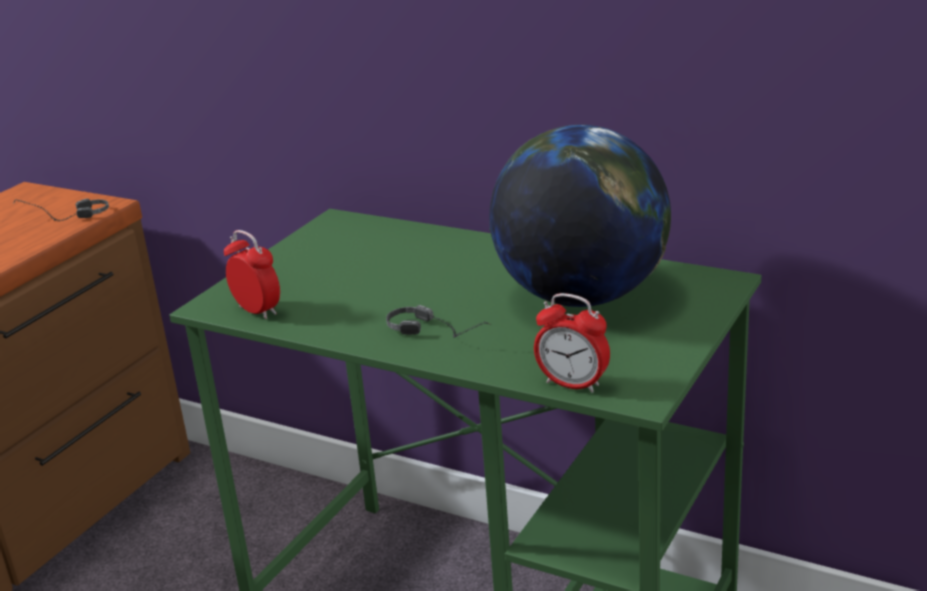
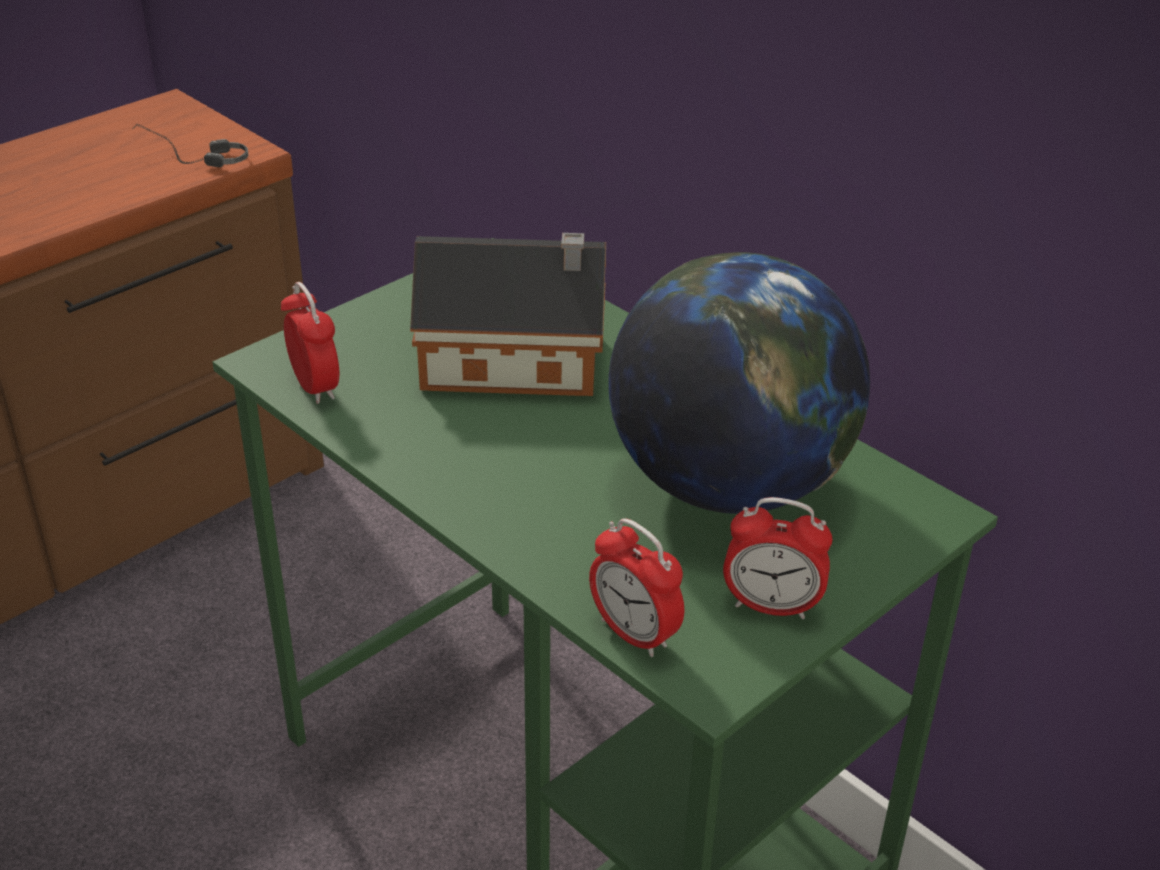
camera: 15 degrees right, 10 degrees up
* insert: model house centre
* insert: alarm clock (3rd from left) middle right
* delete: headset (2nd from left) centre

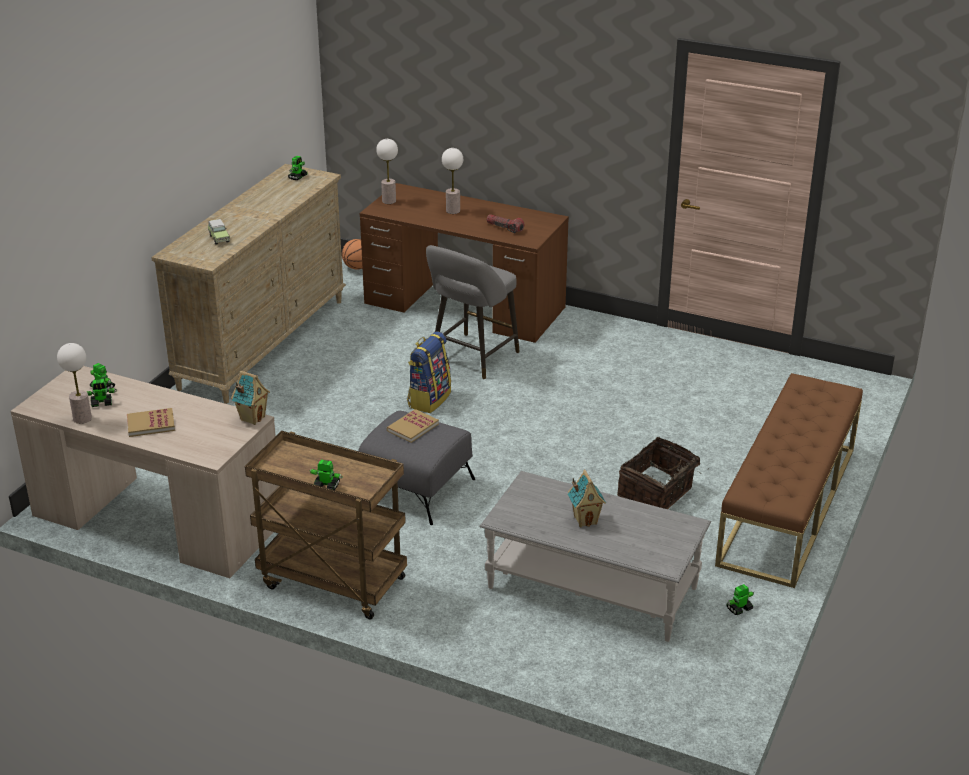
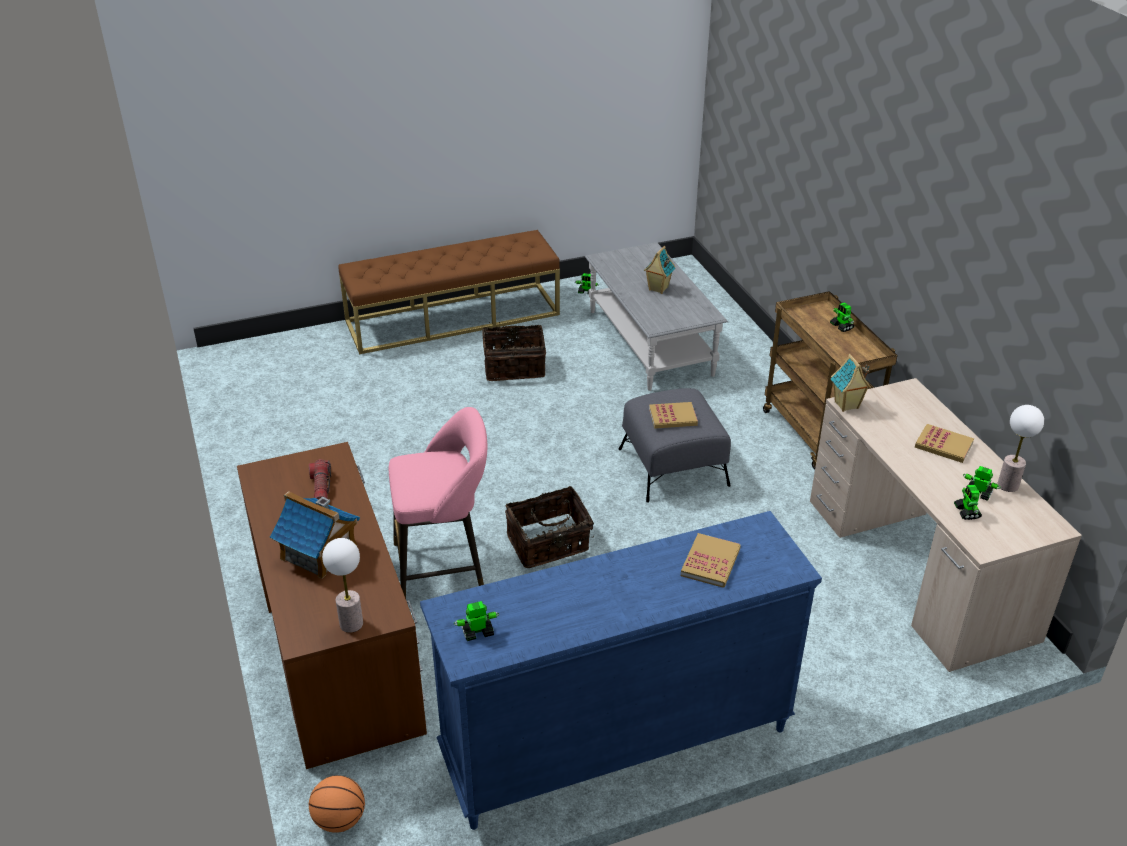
camera: 135 degrees left, 5 degrees up
* replace: lamp for a table (3rd from left) top centre to model house (1st from left) middle left
* recolor: gray stool seat centre to pink-coloured stool seat centre
* recolor: beige-coloured drawer chest middle left to blue drawer chest bottom centre
* replace: rucksack centre to household basket (2nd from left) centre
* replace: model car top left to bound book (2nd from left) centre

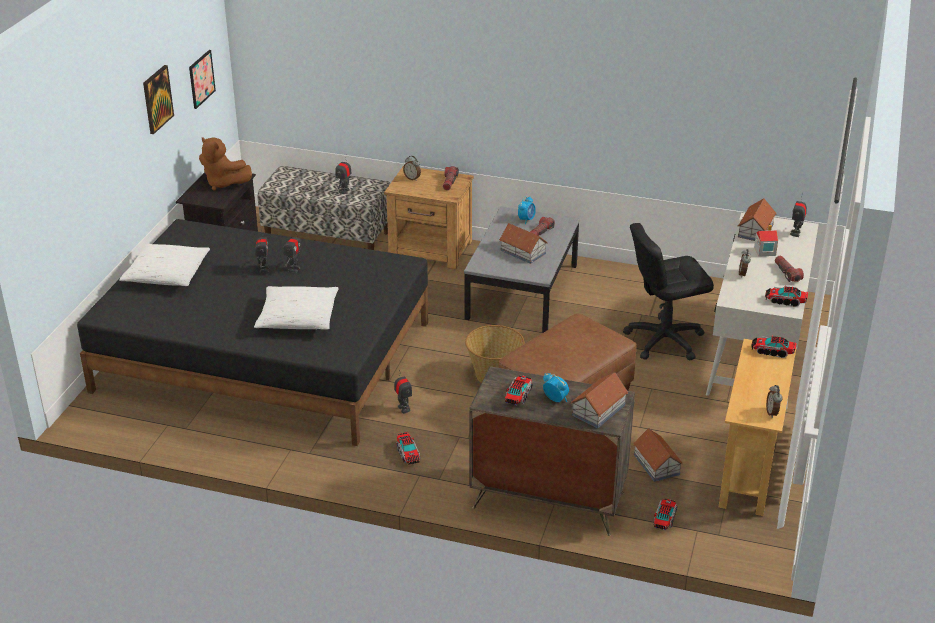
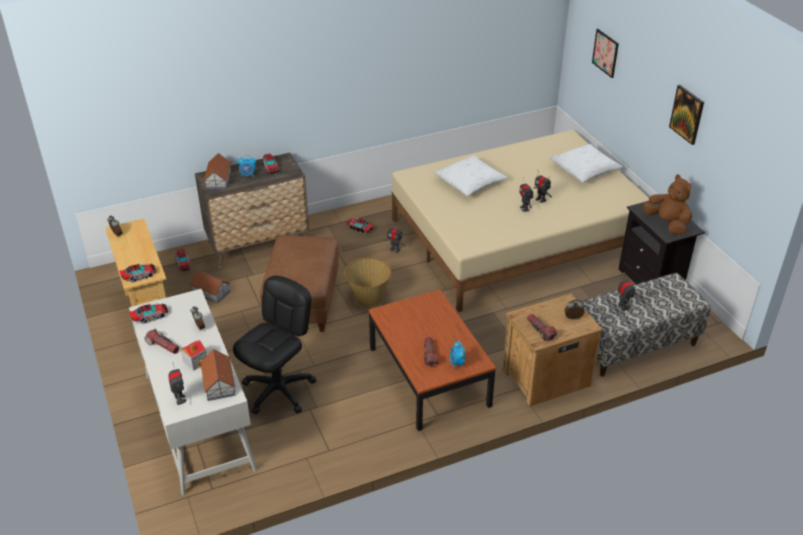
camera: 140 degrees right, 5 degrees up
* recolor: gray low table centre to brown low table bottom centre
* recolor: blackish bed middle left to beige-coloured bed centre
* move: wall picture (2nd from left in the first image) top left to wall picture (1st from left) top right
* rotate: brown cuddly toy top left = middle right 60 degrees clockwise
* delete: model house (1st from left) centre

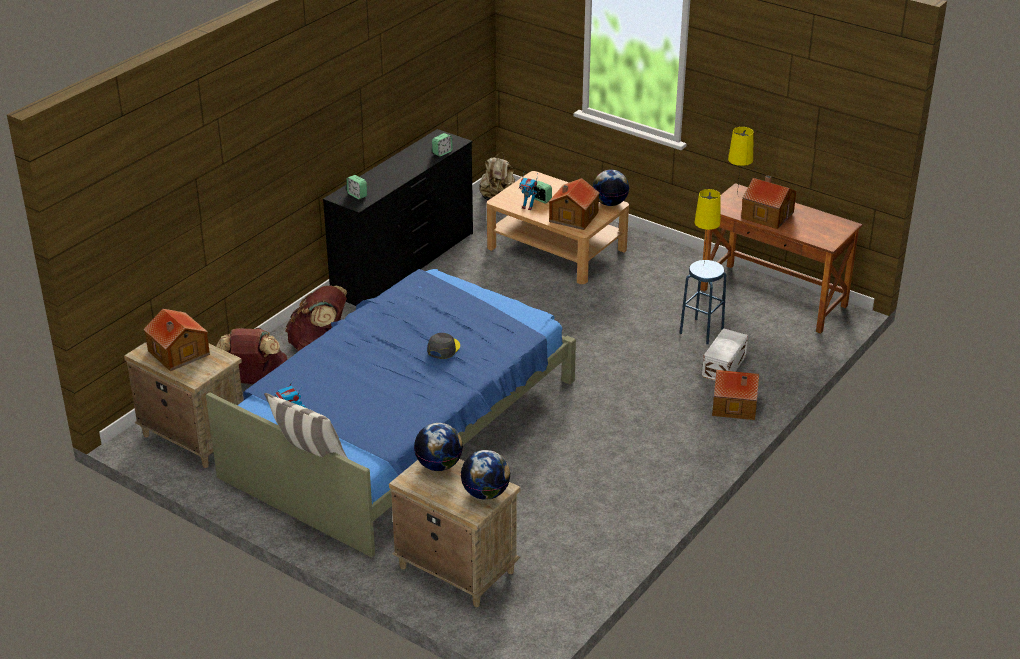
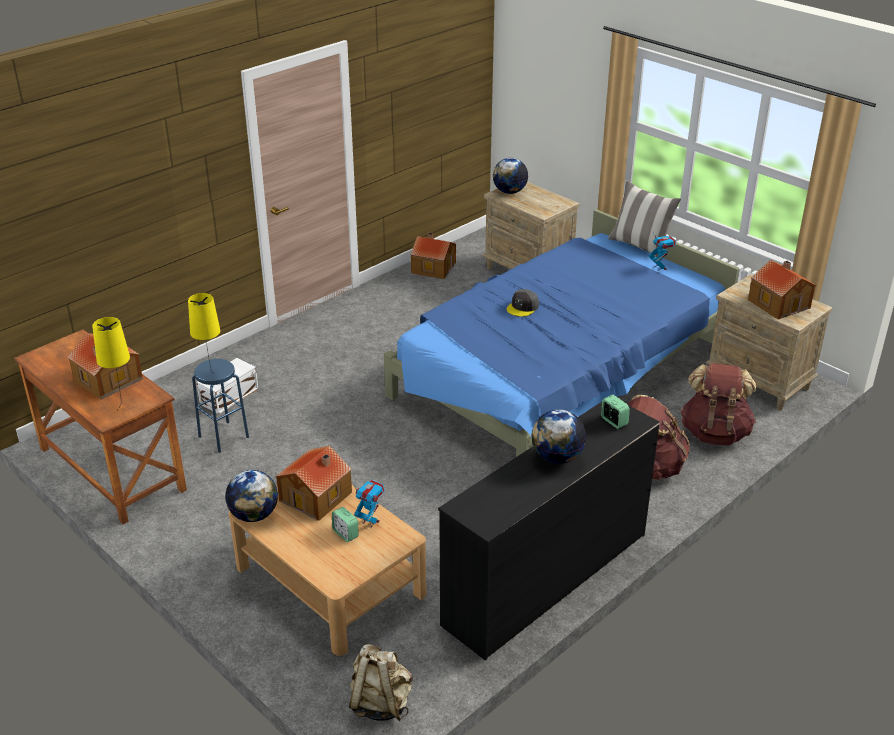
camera: 170 degrees left, 0 degrees up
* move: model house (3rd from left) middle right to centre
* move: desk globe (1st from left in the first image) bottom centre to desk globe (3rd from left) centre
* delete: alarm clock (2nd from left) top centre

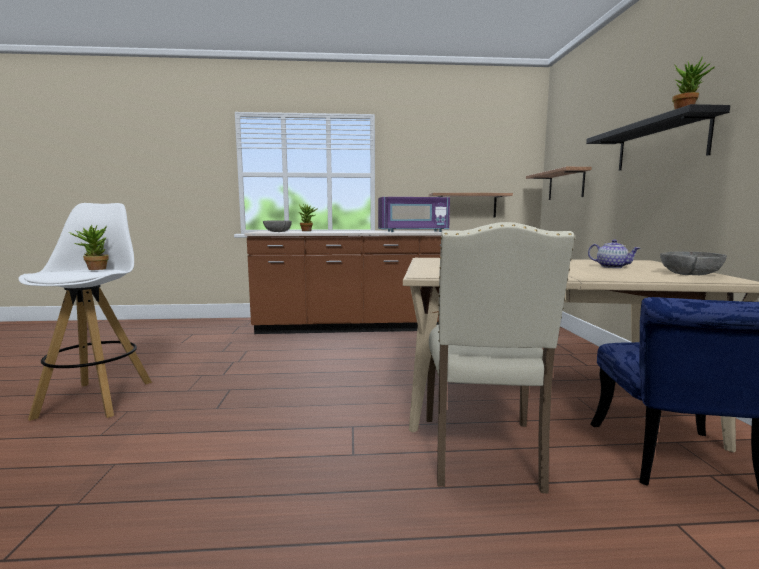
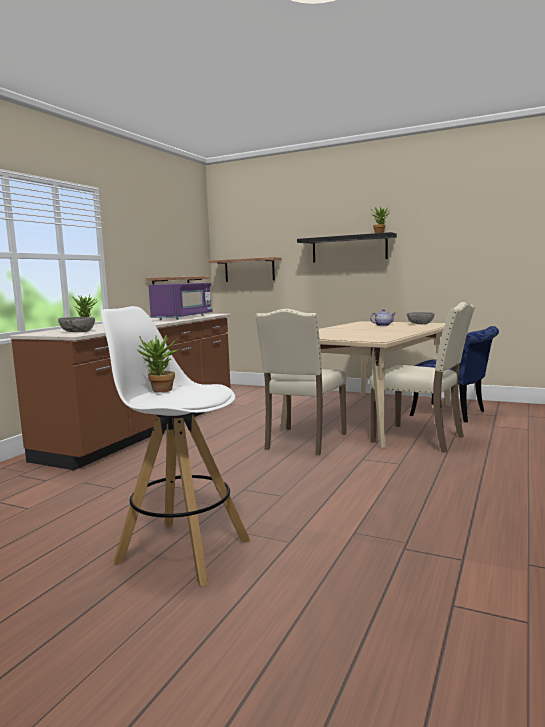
camera: 60 degrees left, 0 degrees up
* insert: beige-coloured chair (1st from left) centre

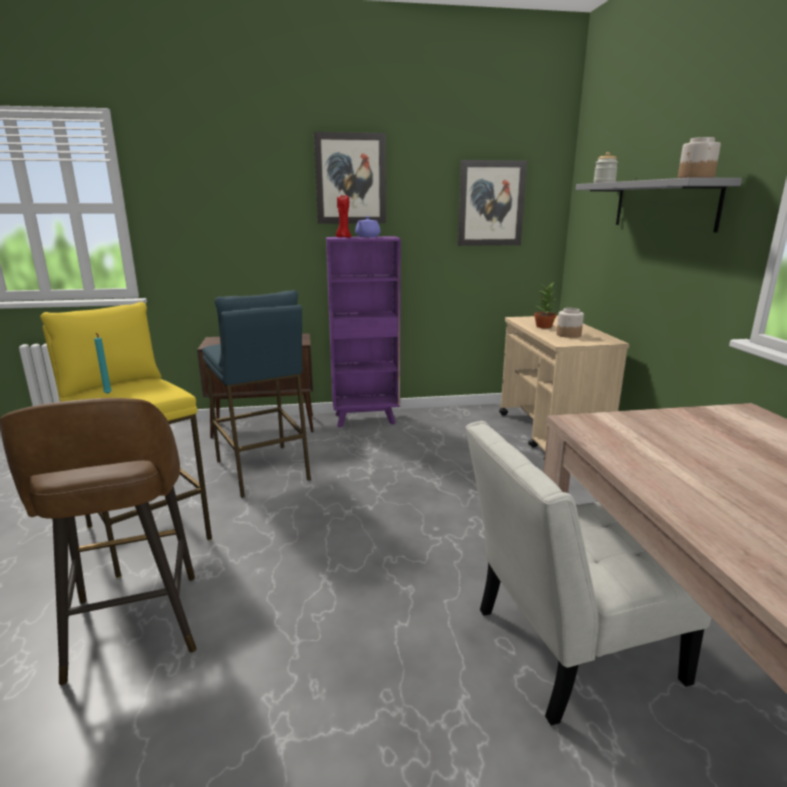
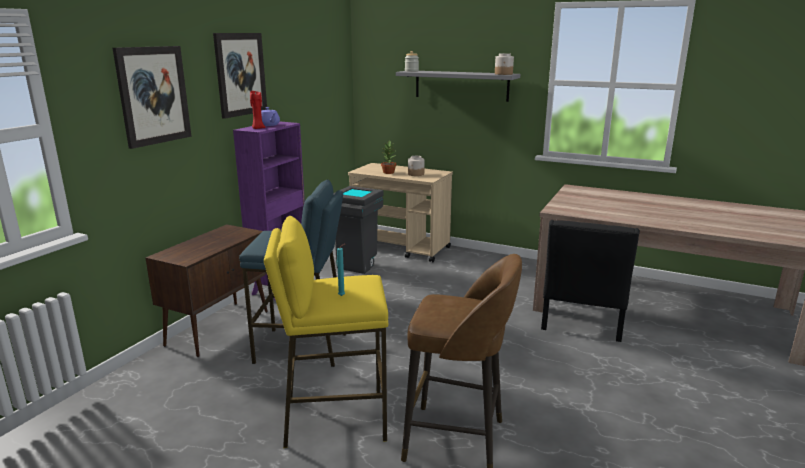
camera: 55 degrees left, 0 degrees up
* move: wall picture (2nd from left in the first image) top centre to wall picture (1st from left) top left
* insert: gray trash can centre
* recolor: white chair bottom right to blackish chair middle right

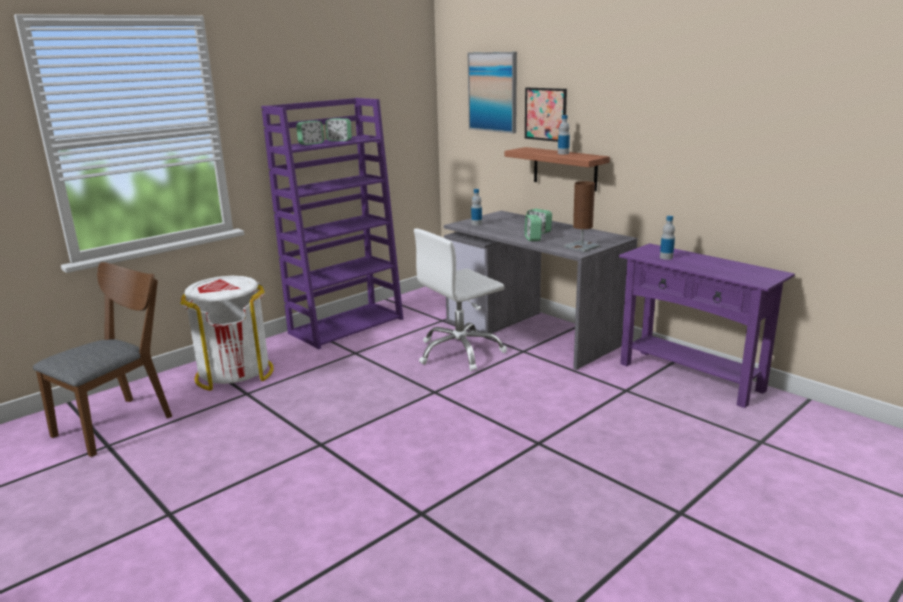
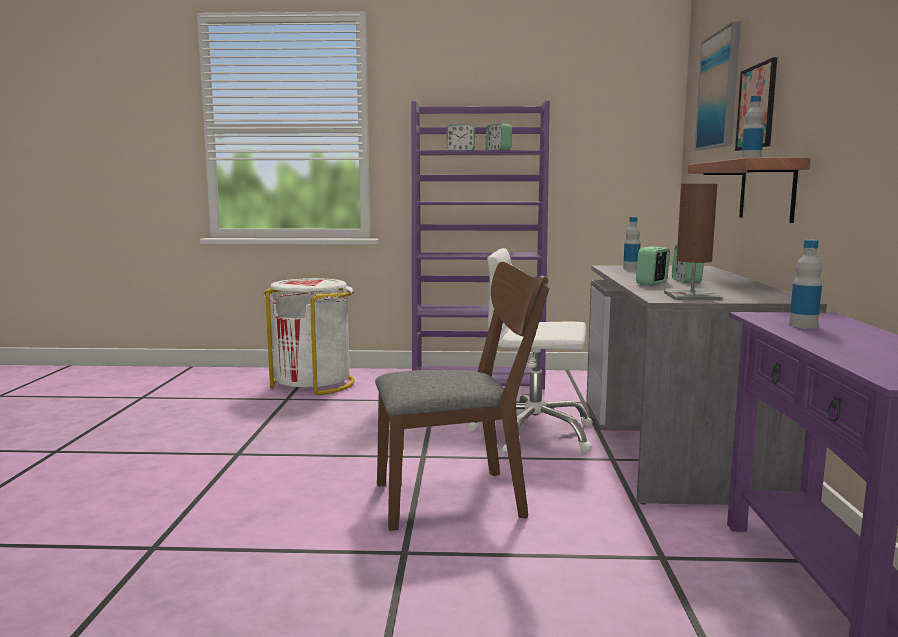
camera: 45 degrees right, 10 degrees down
* move: brown chair middle left to centre

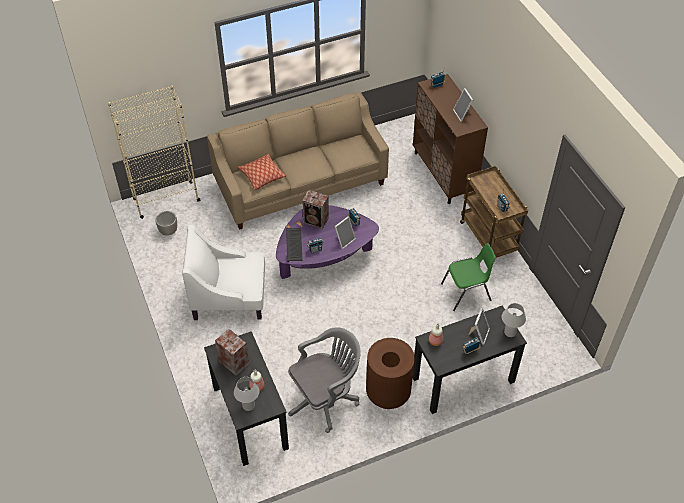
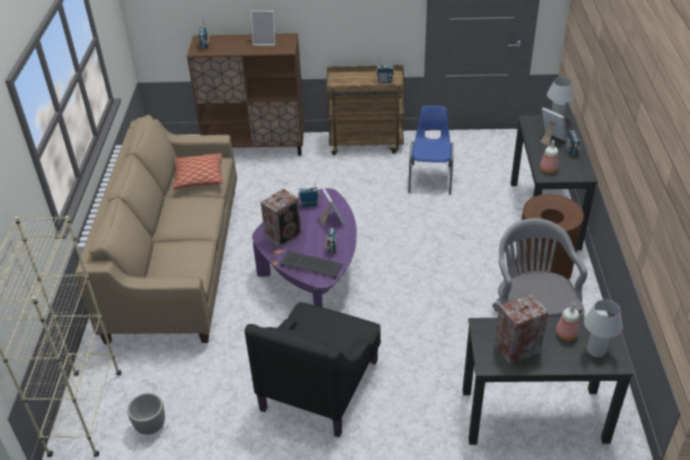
camera: 65 degrees left, 10 degrees down
* move: pillow centre to middle left
* recolor: white armchair middle left to blackish armchair bottom centre
* recolor: green-coloured chair middle right to blue chair top centre

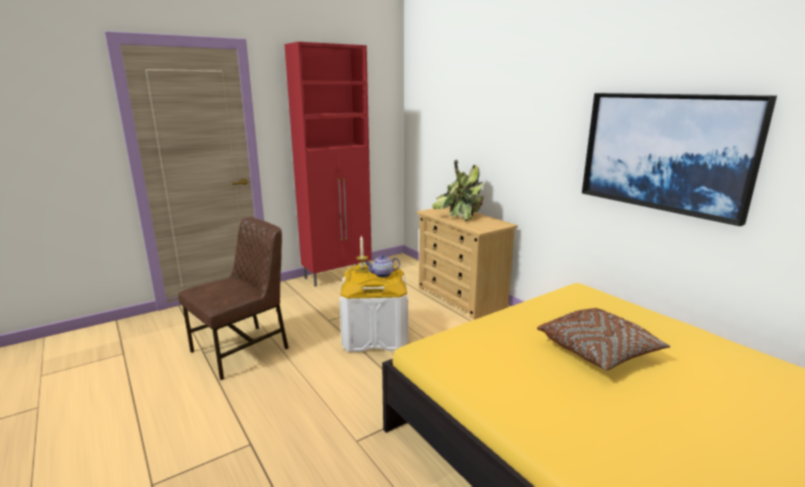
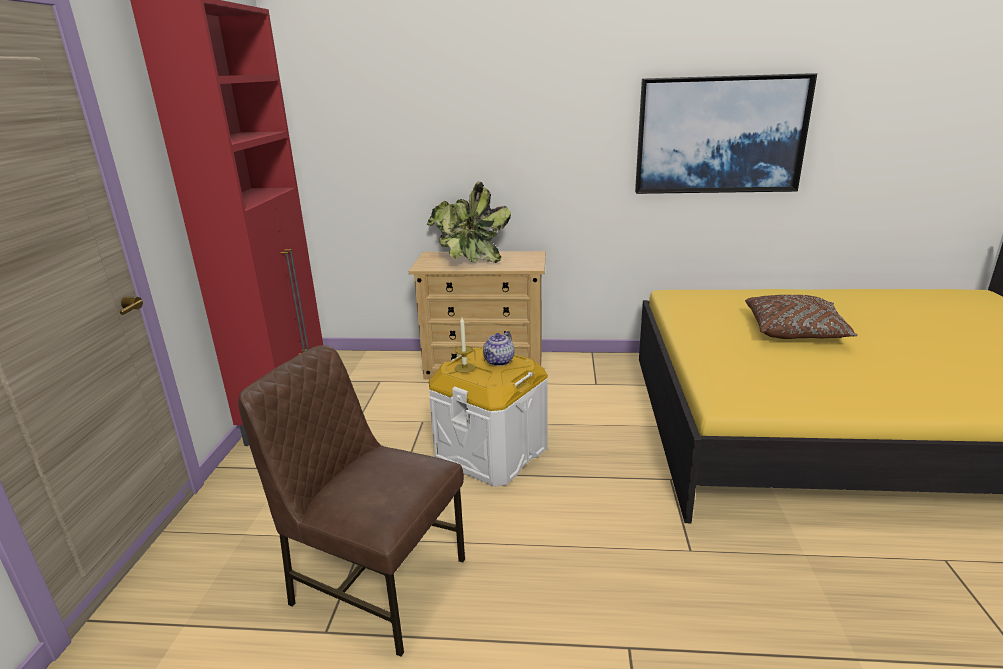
camera: 50 degrees left, 5 degrees up
* rotate: brown chair middle left = bottom centre 60 degrees counterclockwise

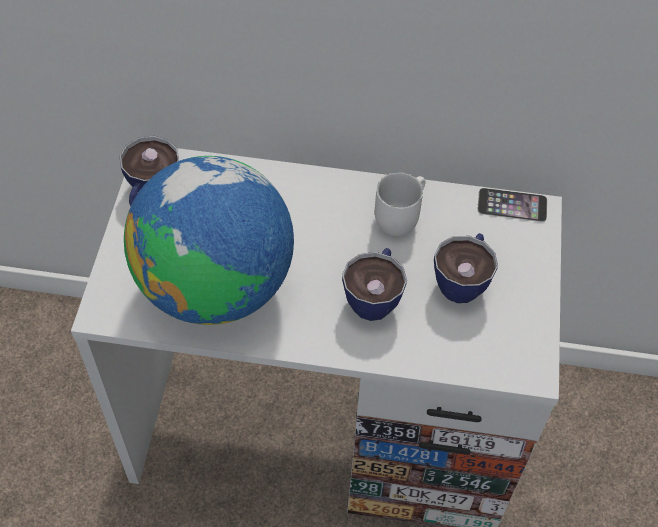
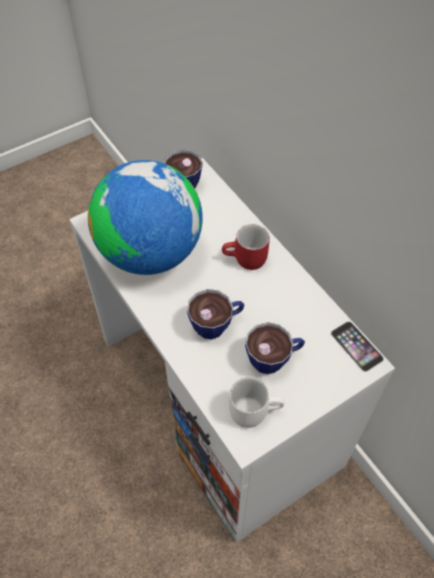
camera: 50 degrees right, 0 degrees up
* insert: reddish mug centre
* move: white mug centre to bottom centre

